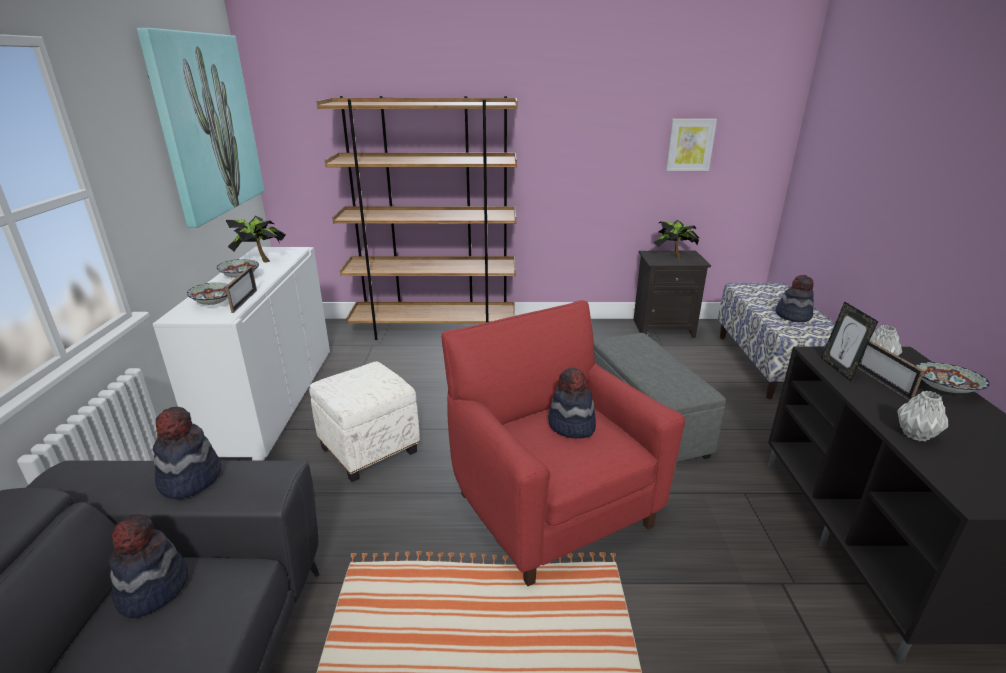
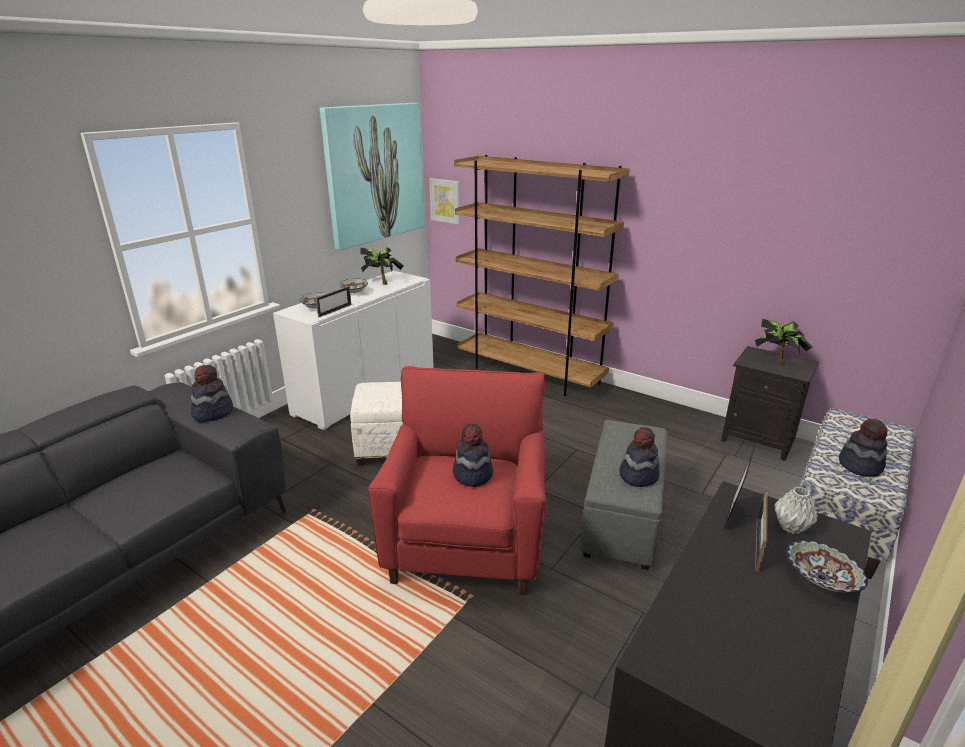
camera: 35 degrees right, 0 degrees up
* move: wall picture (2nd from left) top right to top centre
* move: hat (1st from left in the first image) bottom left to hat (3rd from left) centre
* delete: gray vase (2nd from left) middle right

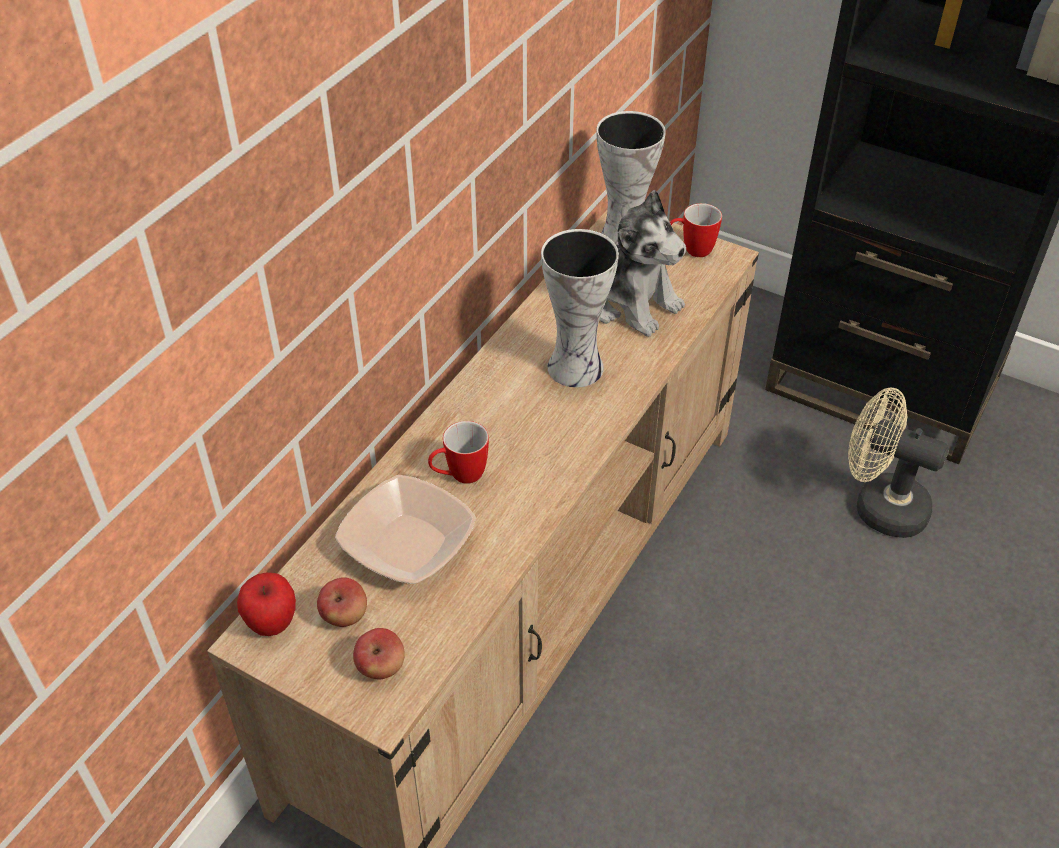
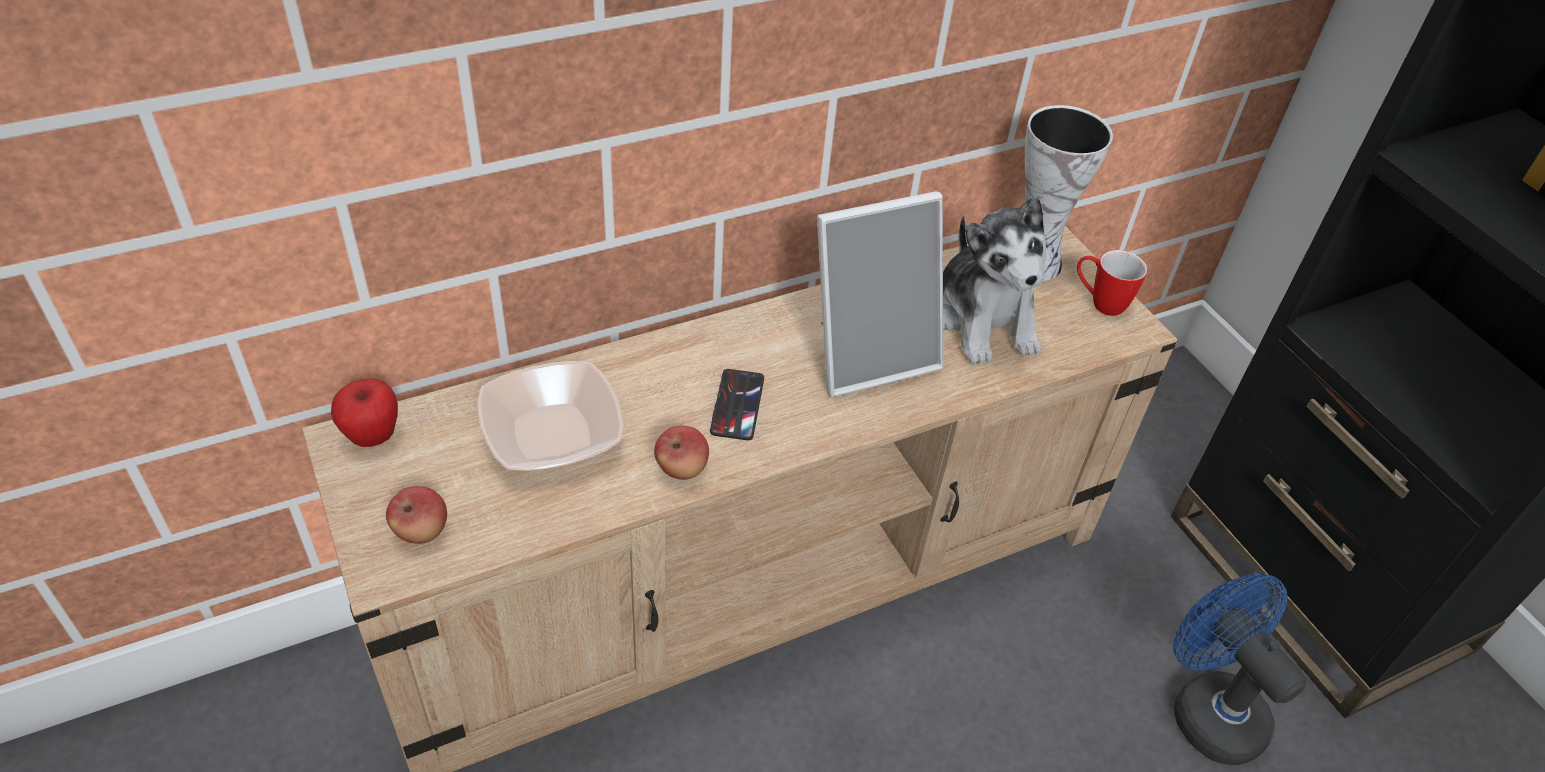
camera: 30 degrees right, 0 degrees up
* move: apple (2nd from left in the first image) bottom left to apple (3rd from left) centre
* insert: telephone centre
* replace: vase (1st from left) centre to photo frame centre
* recolor: beige-coloured electric fan middle right to blue electric fan bottom right
* delete: mug (1st from left) centre

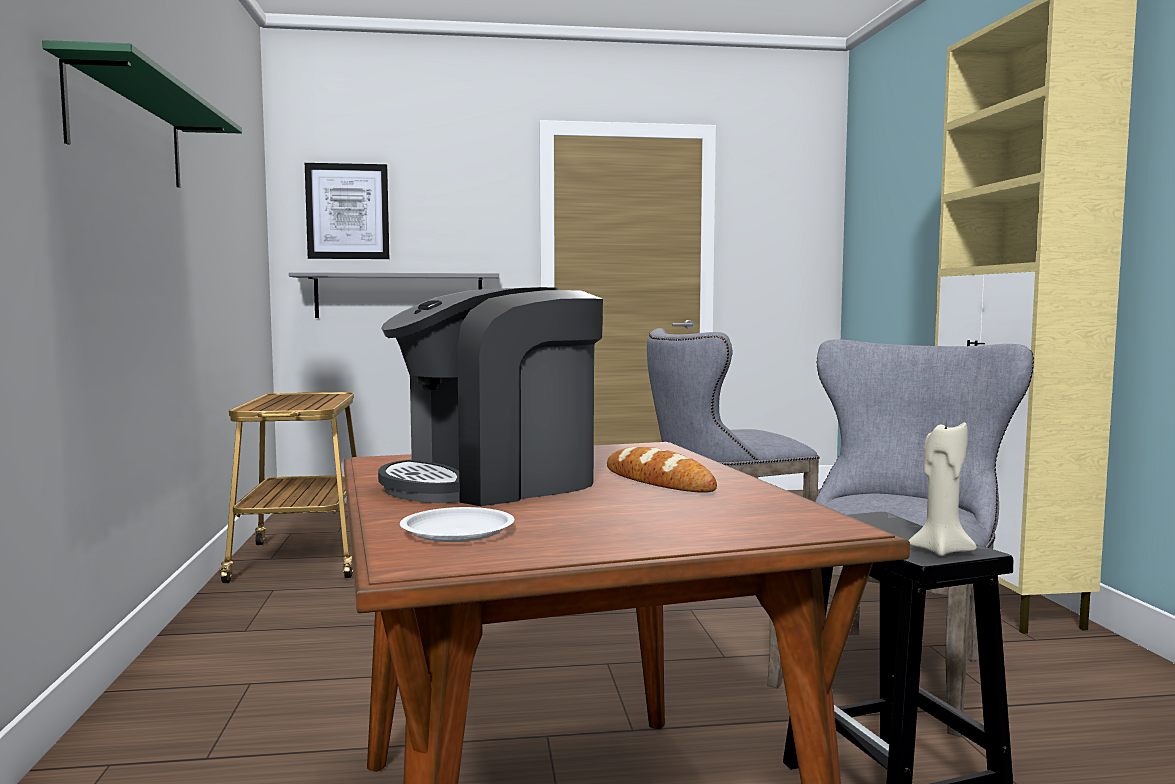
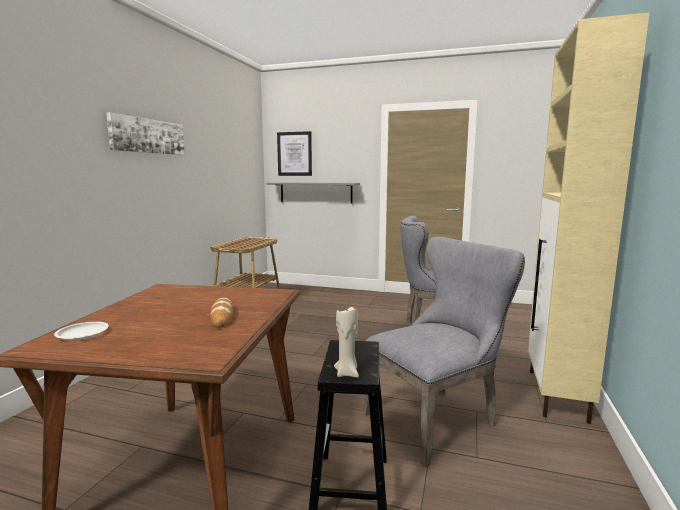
camera: 25 degrees right, 5 degrees up
* replace: green-coloured bracket shelf top left to wall picture (1st from left) top left
* delete: coffee maker centre

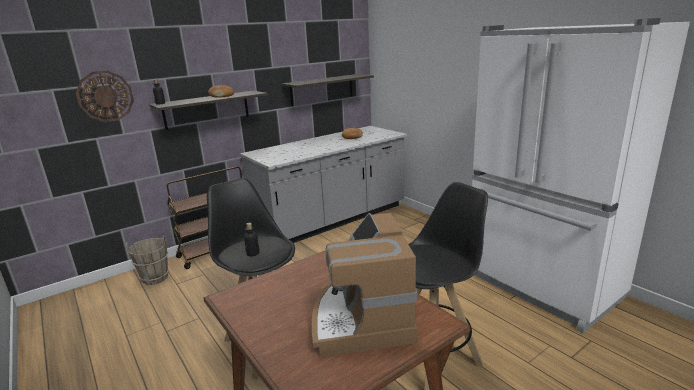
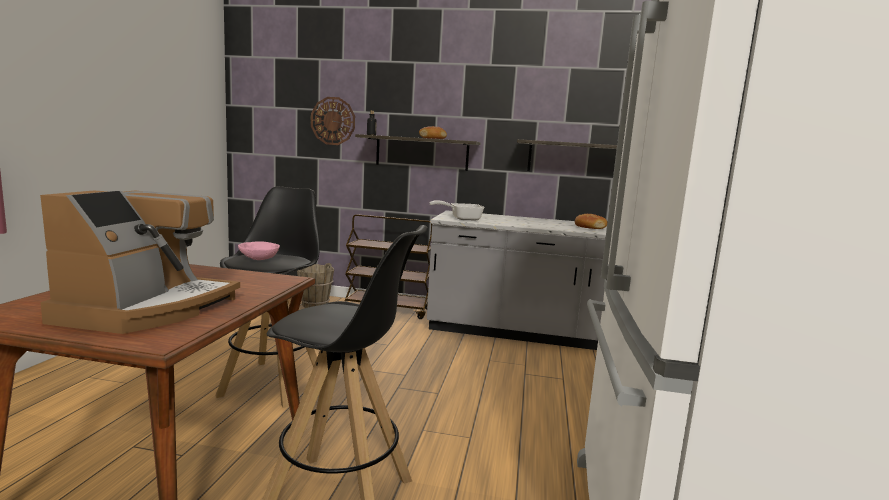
camera: 45 degrees right, 10 degrees down
* rotate: coffee maker bottom centre = middle left 150 degrees clockwise
* replace: beverage bottle (2nd from left) centre to pink-coloured bowl middle left
* insert: pan centre

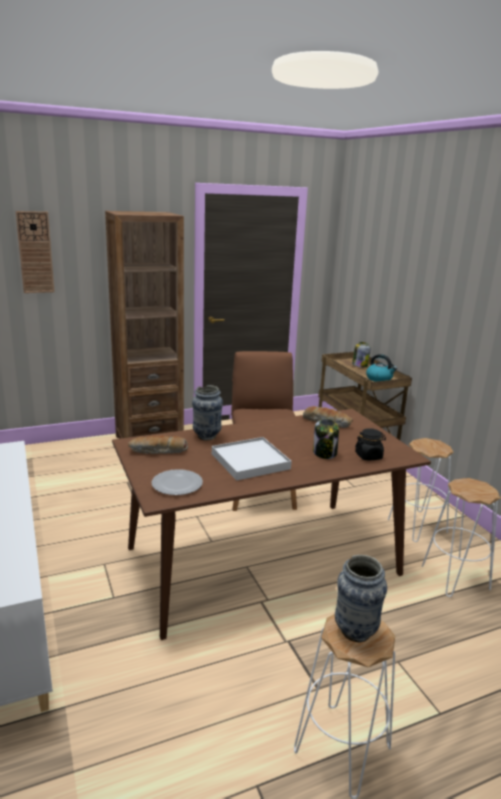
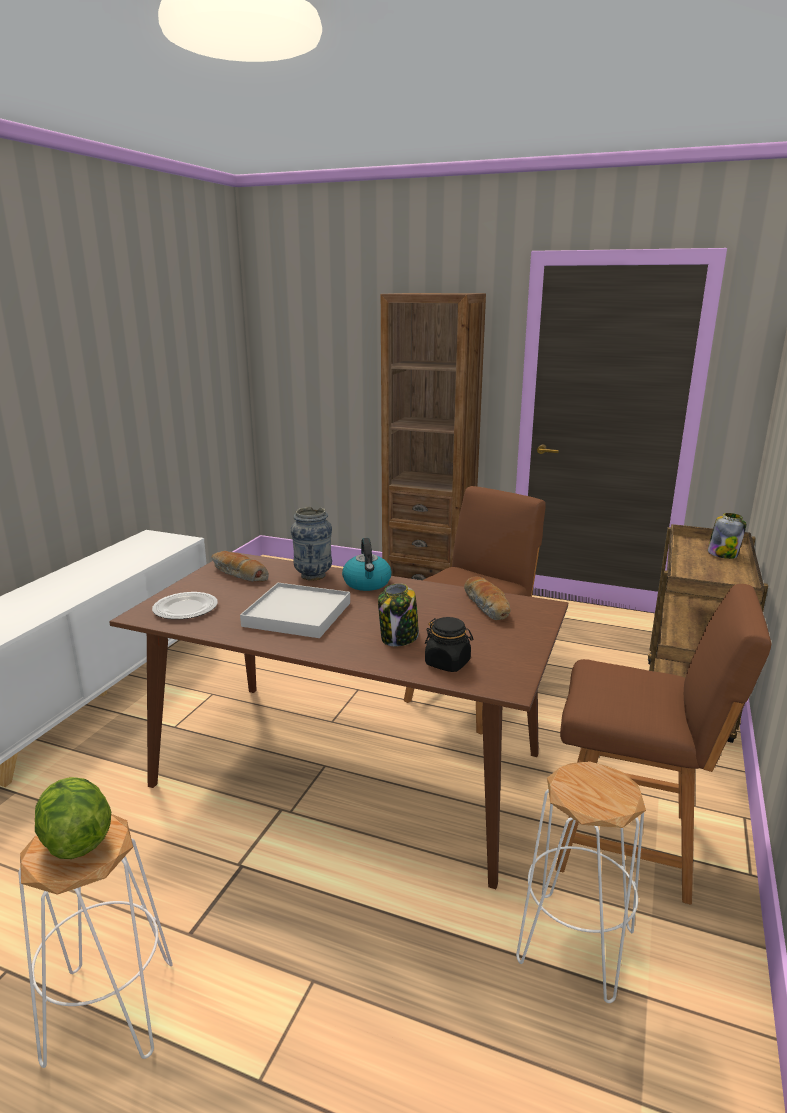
camera: 45 degrees right, 0 degrees up
* replace: vase (2nd from left) bottom right to head of lettuce bottom left
* move: kettle middle right to centre
* replace: white stool seat (2nd from left) middle right to brown chair (2nd from left) bottom right
* delete: clock on the wall top left

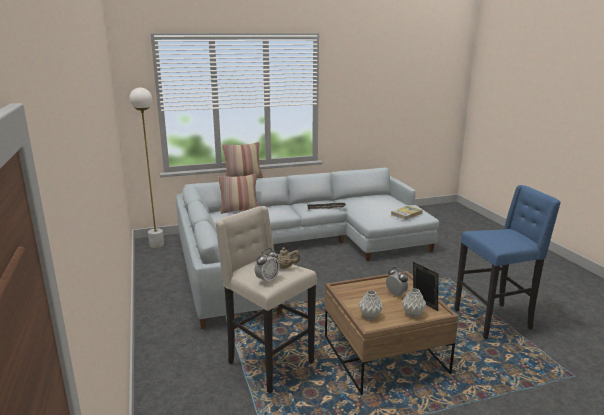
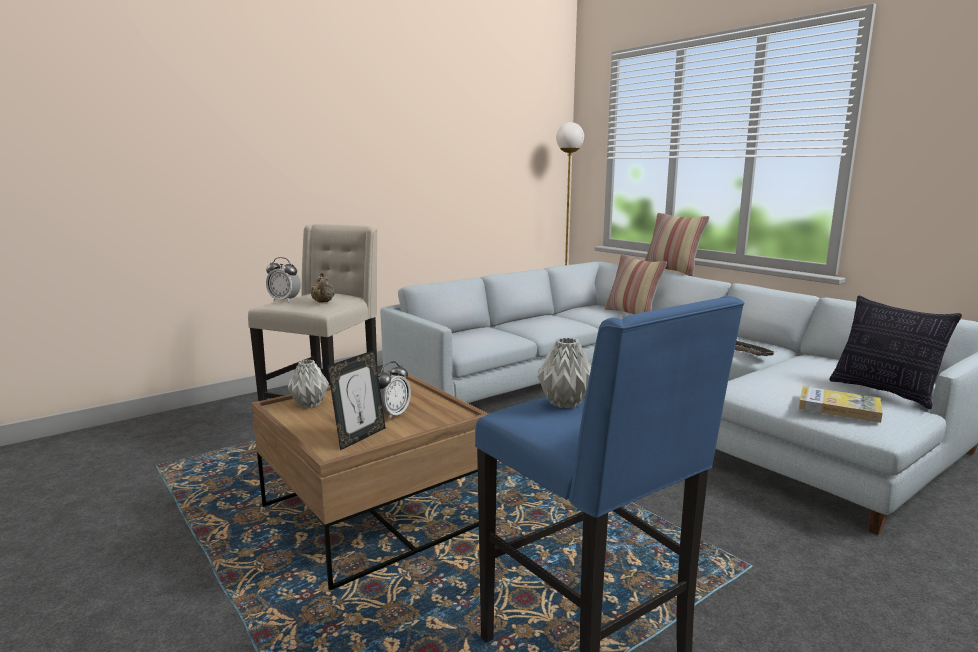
camera: 70 degrees right, 5 degrees down
* move: gray vase (2nd from left) bottom right to centre
* insert: pillow (3rd from left) middle right

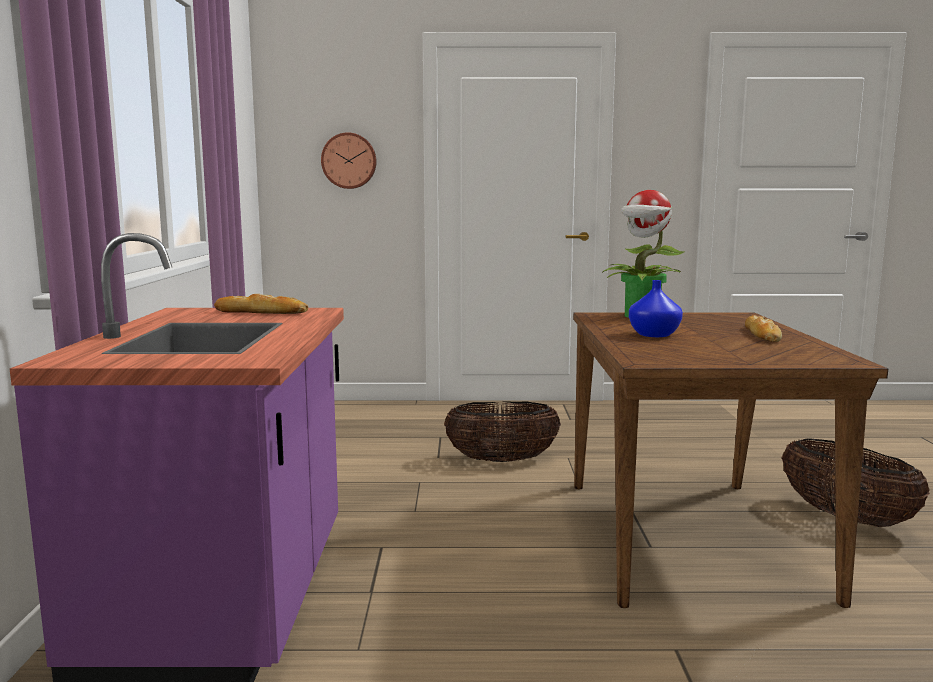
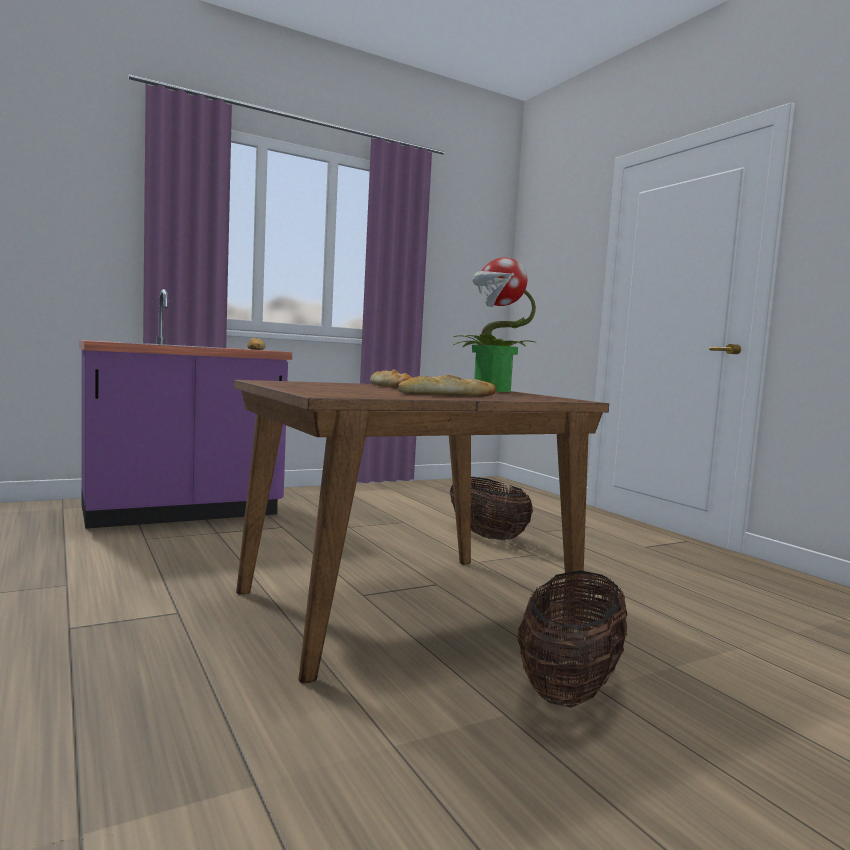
camera: 60 degrees right, 5 degrees down
* replace: blue vase middle right to bread (2nd from left) centre
* delete: clock on the wall top centre

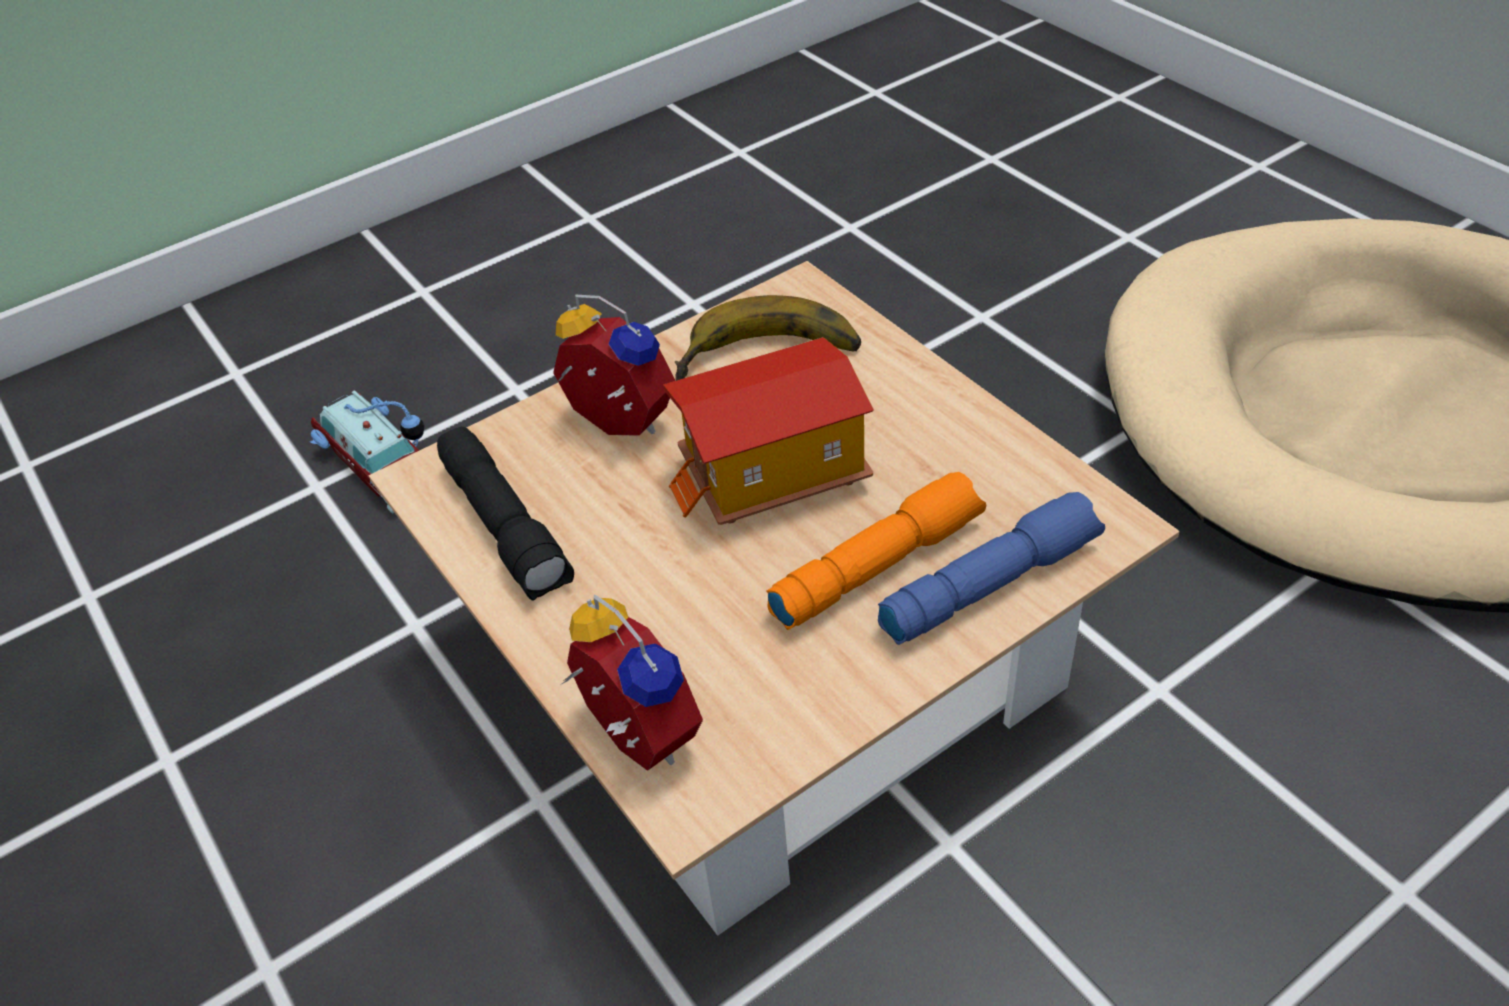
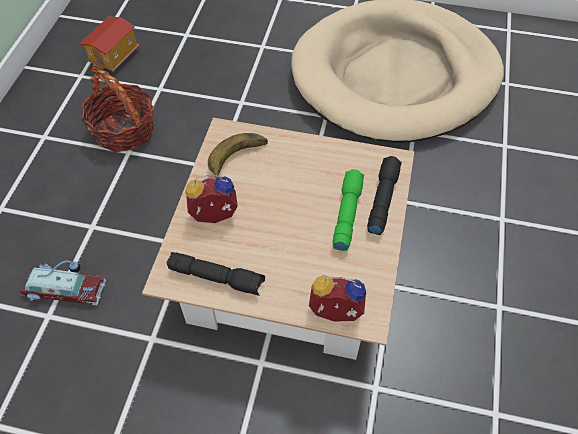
camera: 45 degrees left, 10 degrees up
* move: model house centre to top left
* insert: household basket top left
* recolor: orangey hand torch centre to green-coloured hand torch centre
* recolor: blue hand torch centre to blackish hand torch (2nd from left) centre

